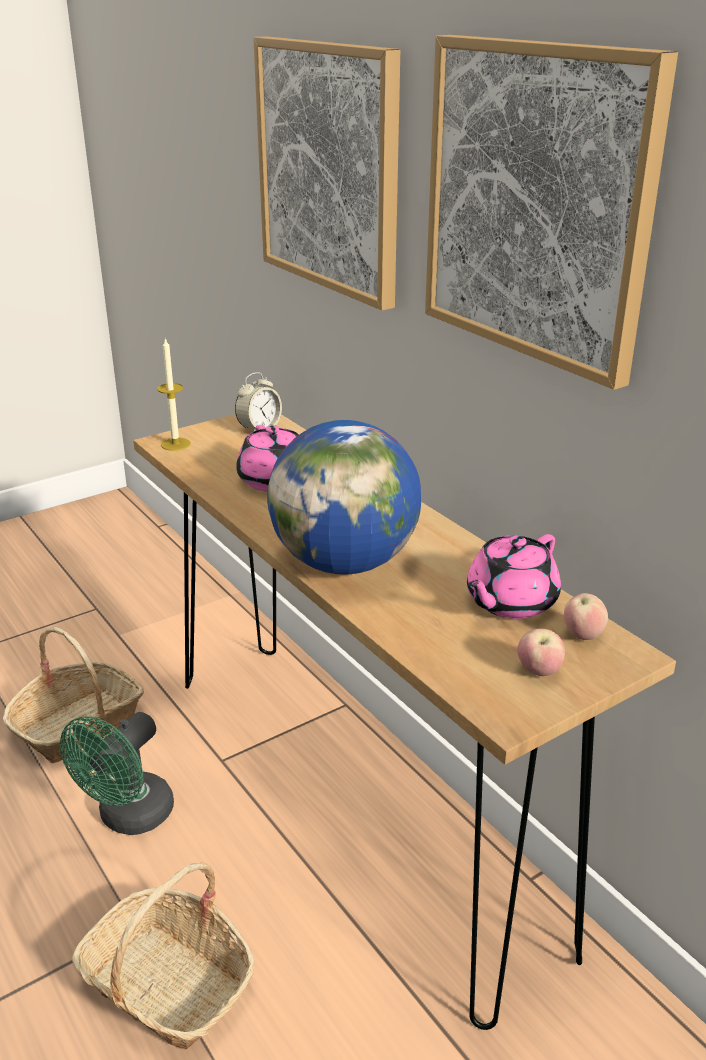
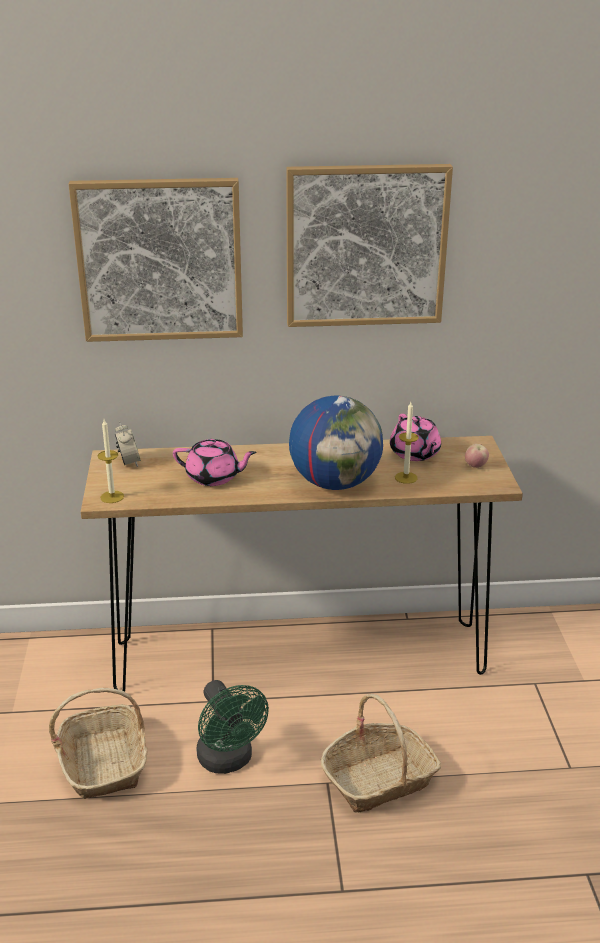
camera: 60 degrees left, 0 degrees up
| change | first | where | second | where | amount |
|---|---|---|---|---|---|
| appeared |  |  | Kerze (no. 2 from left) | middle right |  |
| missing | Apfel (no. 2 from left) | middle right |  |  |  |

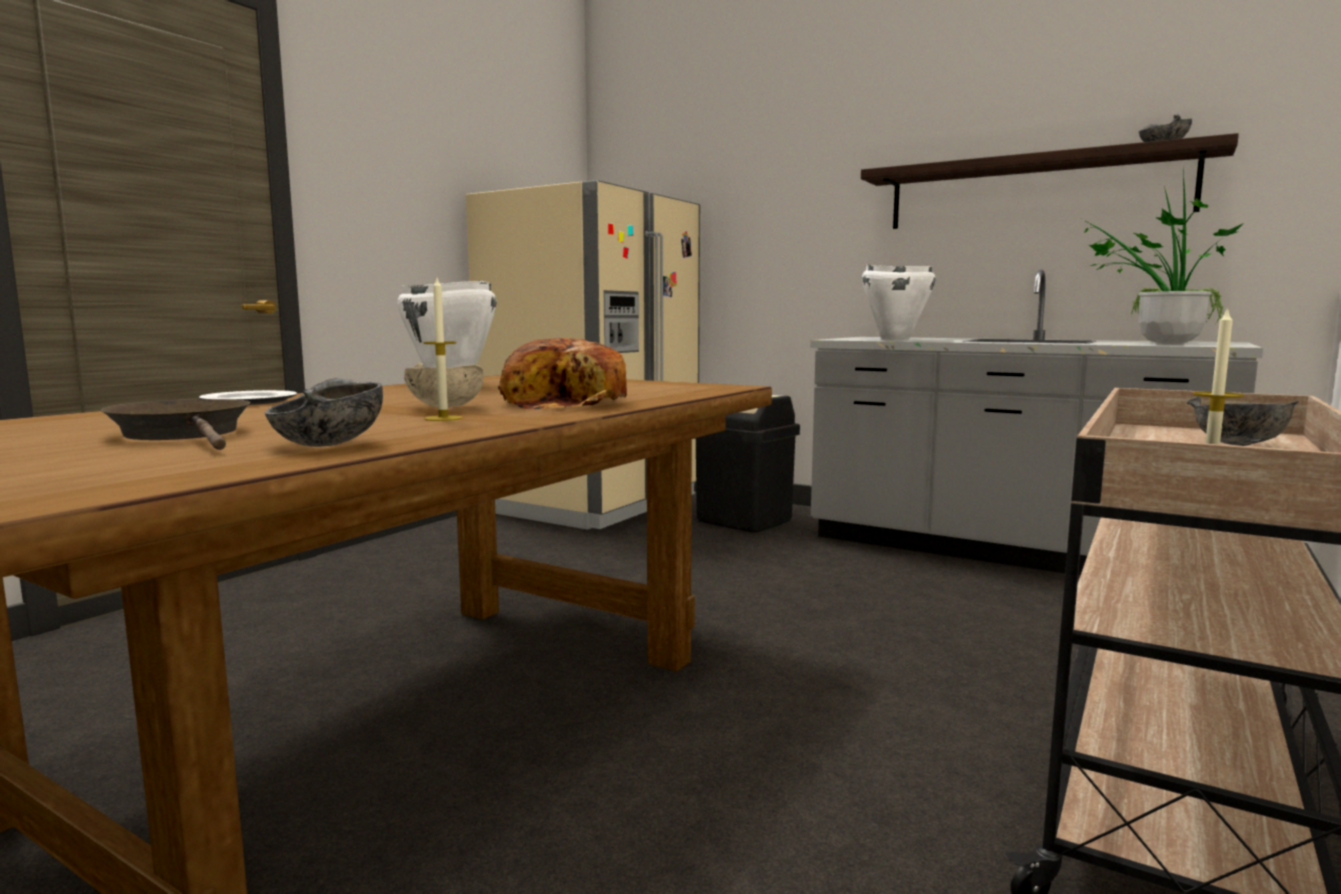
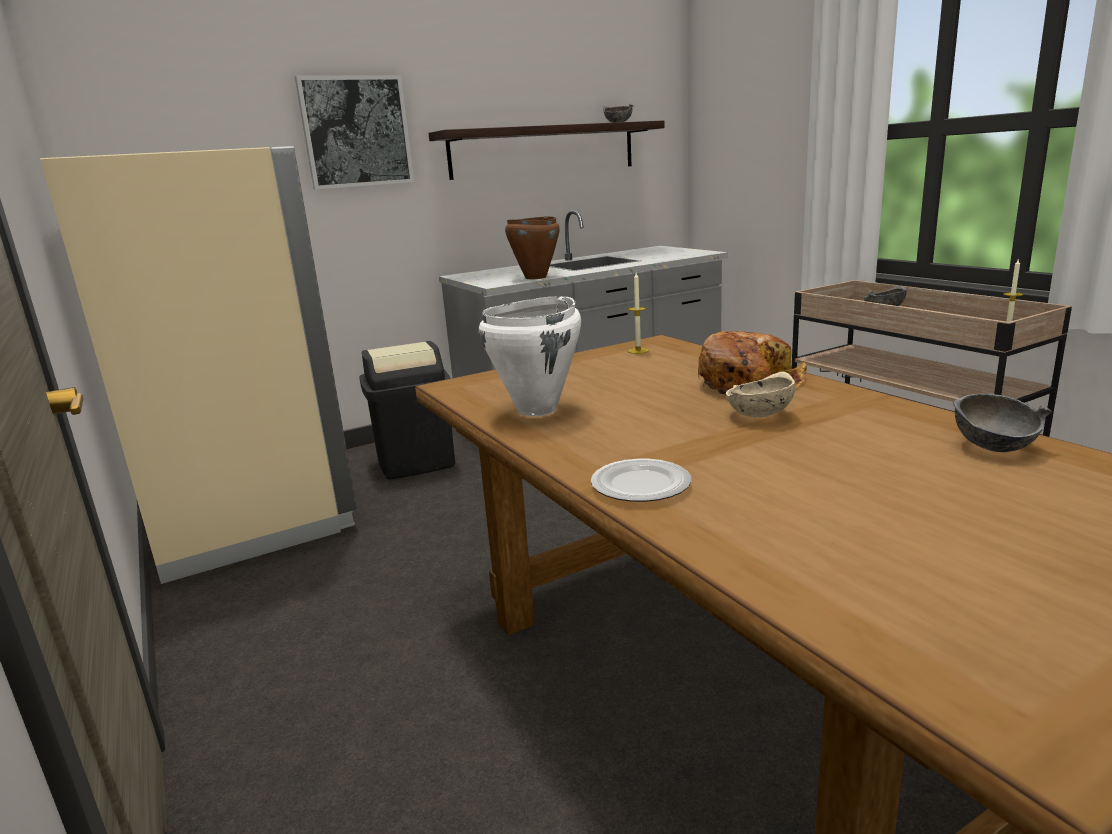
camera: 60 degrees left, 10 degrees up
| change | first | where | second | where | amount |
|---|---|---|---|---|---|
| appeared |  |  | Bild | top left |  |
| colour | Kochtopf/weiß (no. 2 from left) | middle right | Kochtopf/braun | top centre |  |
| relocated | Kerze (no. 1 from left) | middle left |  | centre |  |
| missing | Pfanne/braun | middle left |  |  |  |
| missing | Topfpflanze | top right |  |  |  |

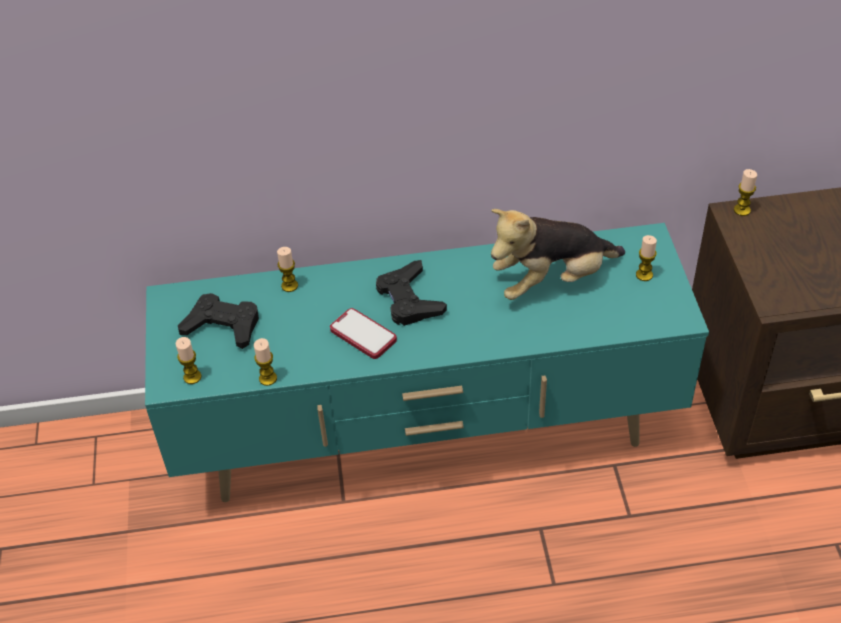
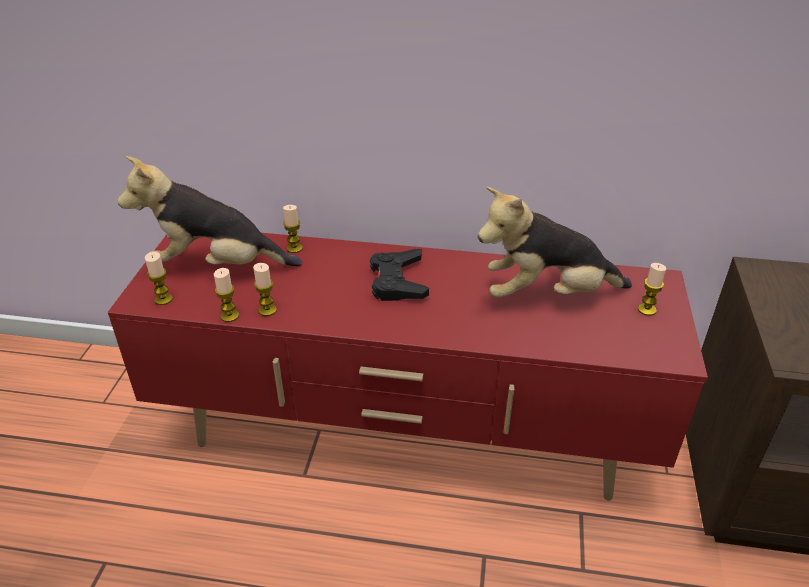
camera: 15 degrees right, 10 degrees down
| change | first | where | second | where | amount |
|---|---|---|---|---|---|
| colour | Fernsehschrank/türkis | centre | Fernsehschrank/rot | centre |  |
| exchanged | Gamepad/schwarz (no. 1 from left) | middle left | Plüschtier (no. 1 from left) | middle left |  |
| relocated | Kerze (no. 5 from left in the first image) | top right | Kerze (no. 3 from left) | middle left |  |
| missing | Handy | centre |  |  |  |

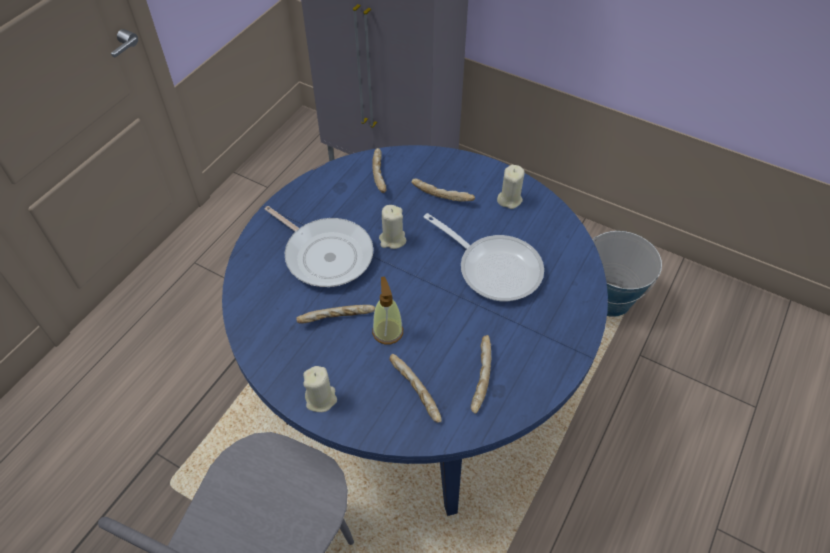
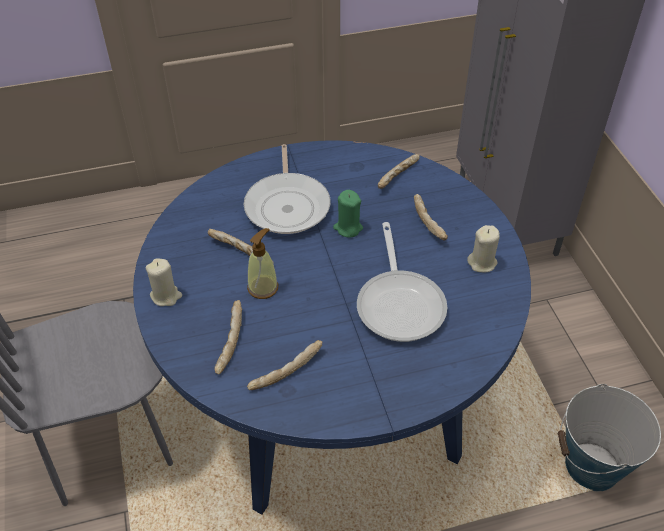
camera: 45 degrees right, 5 degrees down
| change | first | where | second | where | amount |
|---|---|---|---|---|---|
| colour | Kerze/beige (no. 2 from left) | centre | Kerze/grün | centre |  |

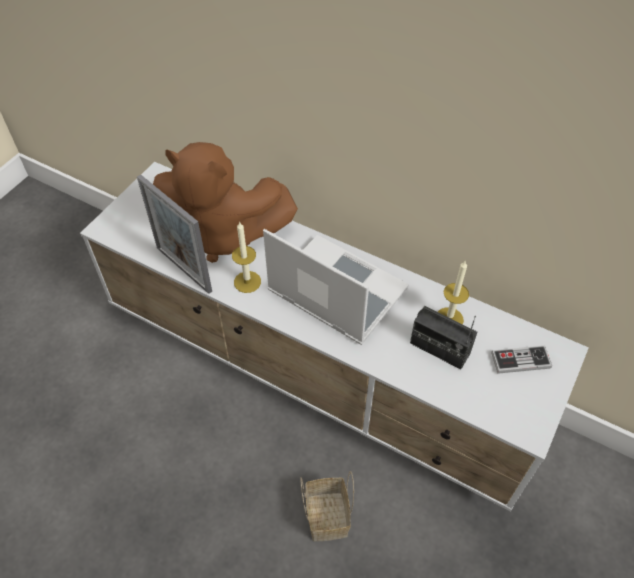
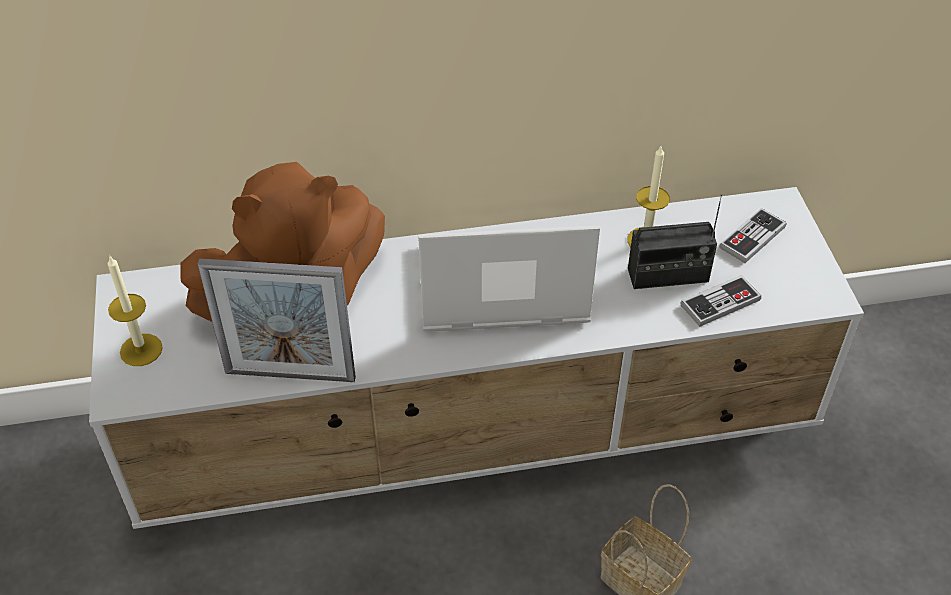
camera: 40 degrees left, 5 degrees down
| change | first | where | second | where | amount |
|---|---|---|---|---|---|
| relocated | Kerze (no. 1 from left) | centre |  | middle left |  |
| appeared |  |  | Gamepad (no. 1 from left) | middle right |  |

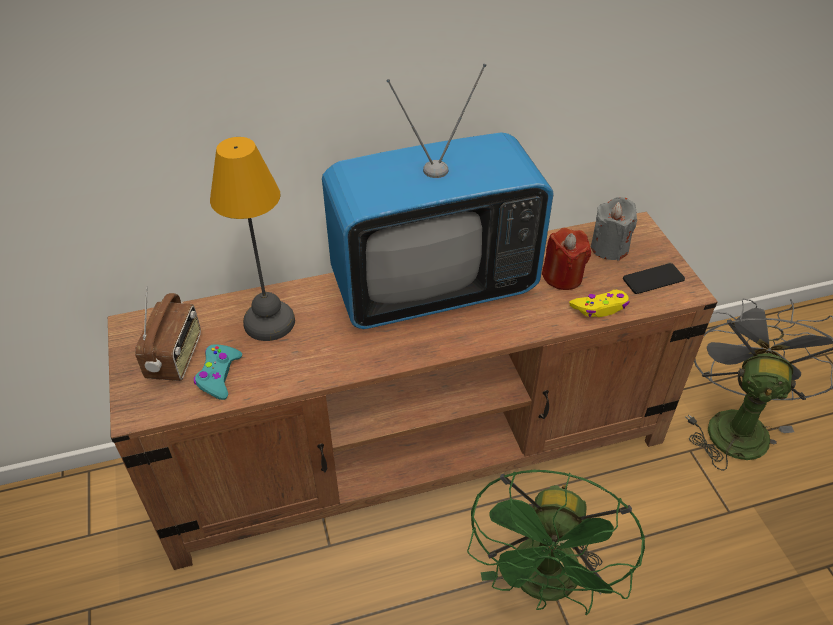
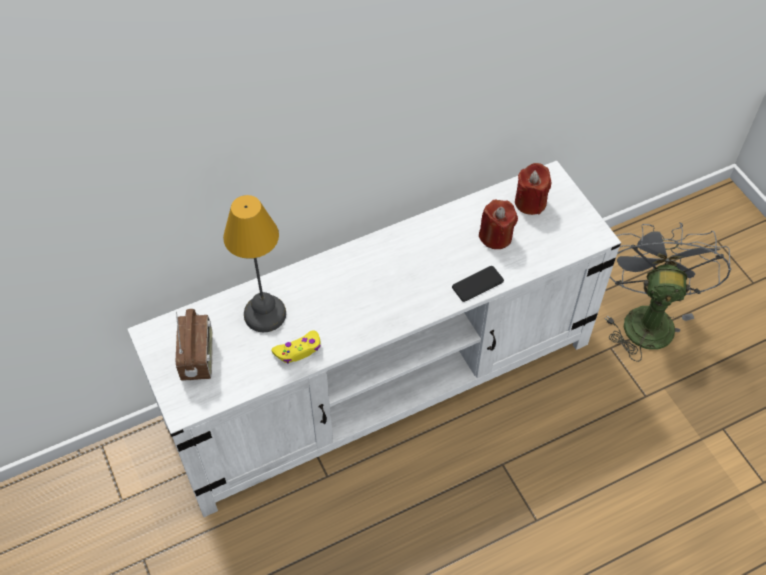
camera: 10 degrees left, 10 degrees up
| change | first | where | second | where | amount |
|---|---|---|---|---|---|
| colour | Fernsehschrank/braun | centre | Fernsehschrank/weiß | centre |  |
| relocated | Gamepad/gelb | middle right |  | centre |  |
| relocated | Handy | middle right |  | centre |  |
| colour | Kerze/grau | middle right | Kerze/rot (no. 2 from left) | top right |  |
| missing | Gamepad/türkis | middle left |  |  |  |
| missing | Fernseher | top centre |  |  |  |
| missing | Ventilator/grün | bottom right |  |  |  |

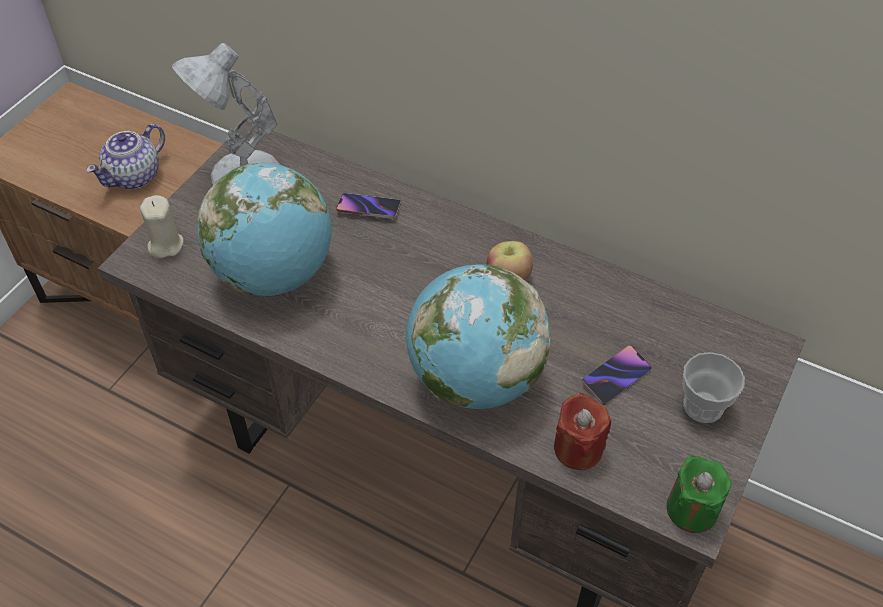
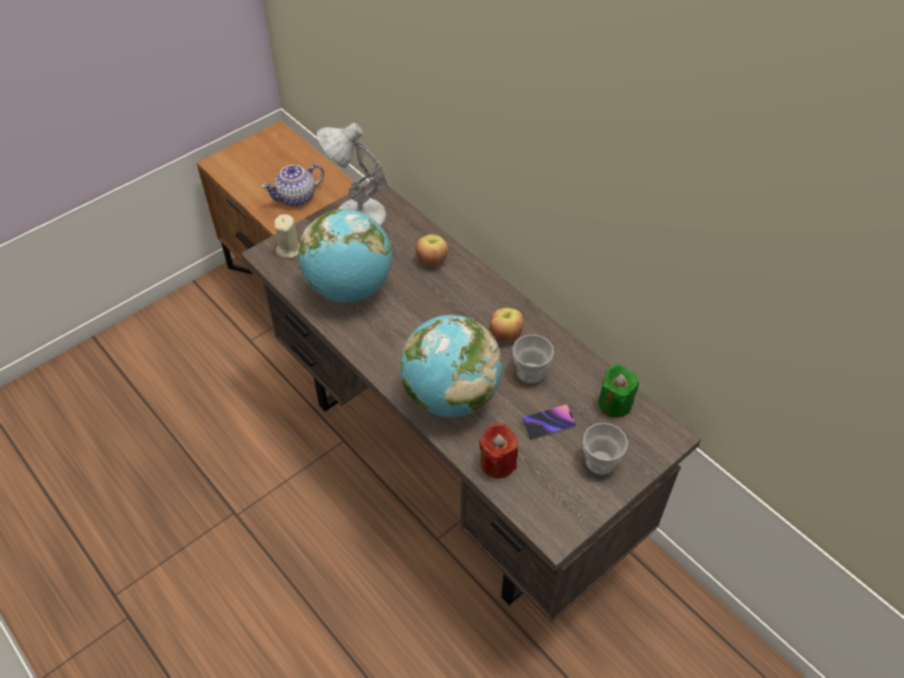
camera: 20 degrees right, 0 degrees up
| change | first | where | second | where | amount |
|---|---|---|---|---|---|
| exchanged | Handy (no. 1 from left) | centre | Apfel (no. 1 from left) | centre |  |
| appeared |  |  | Tasse (no. 1 from left) | centre |  |
| relocated | Kerze/grün | bottom right |  | middle right |  |

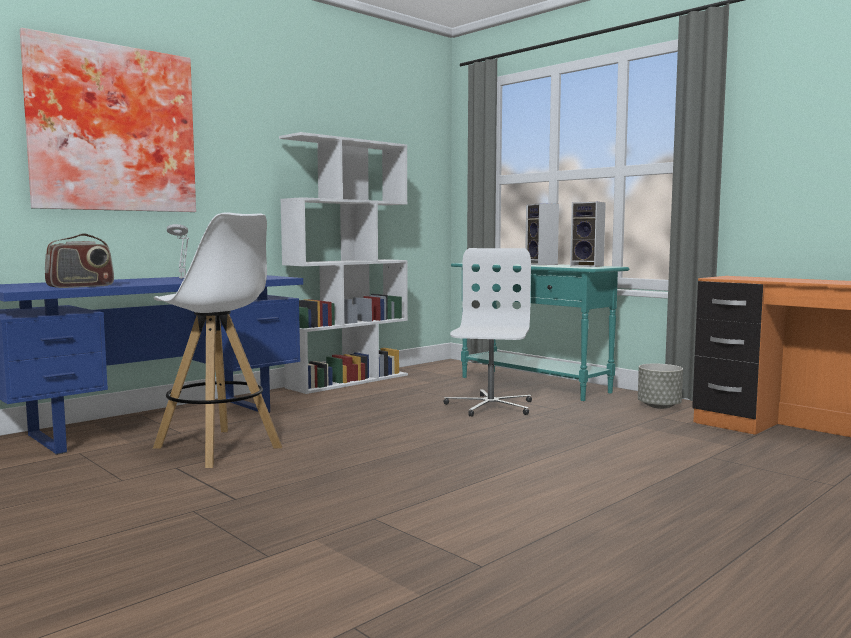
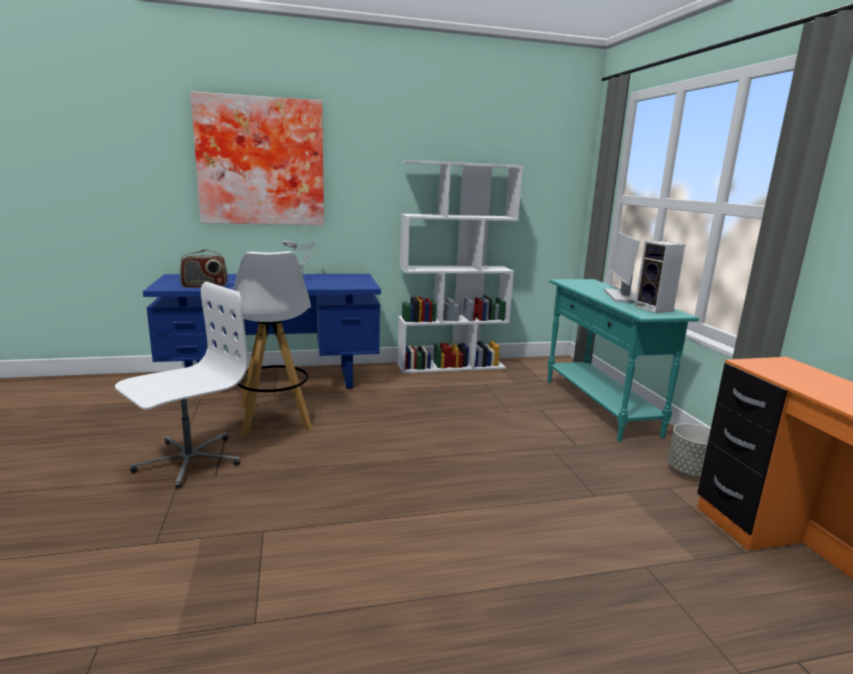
camera: 30 degrees right, 10 degrees up
| change | first | where | second | where | amount |
|---|---|---|---|---|---|
| relocated | Bürostuhl/weiß | centre |  | middle left |  |
| exchanged | Lautsprecher (no. 1 from left) | centre | Monitor | middle right |  |

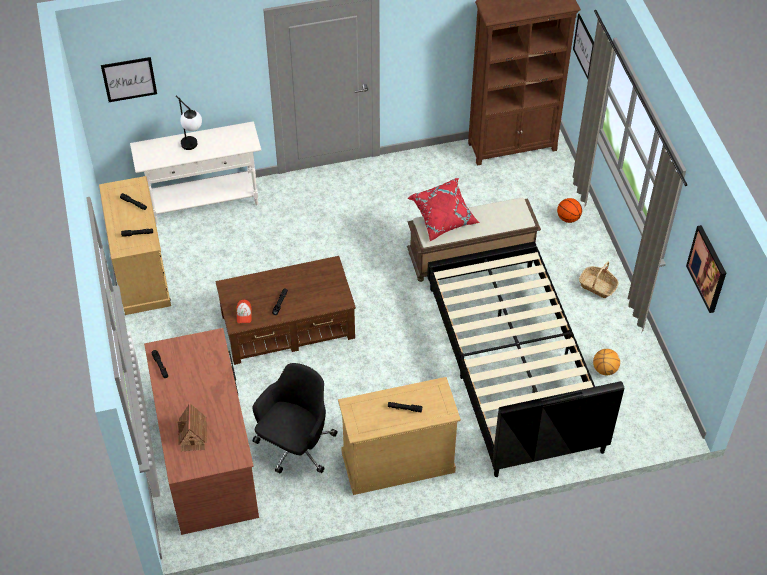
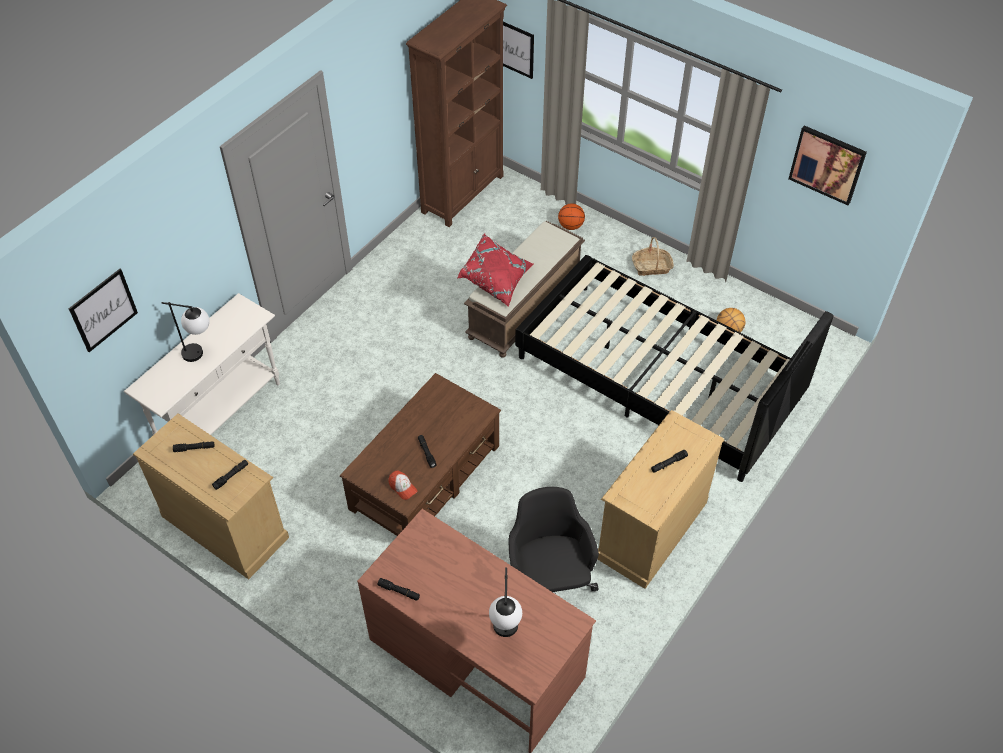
camera: 40 degrees left, 0 degrees up
| change | first | where | second | where | amount |
|---|---|---|---|---|---|
| exchanged | Spielzeughaus | bottom left | Tischlampe (no. 2 from left) | bottom centre |  |

